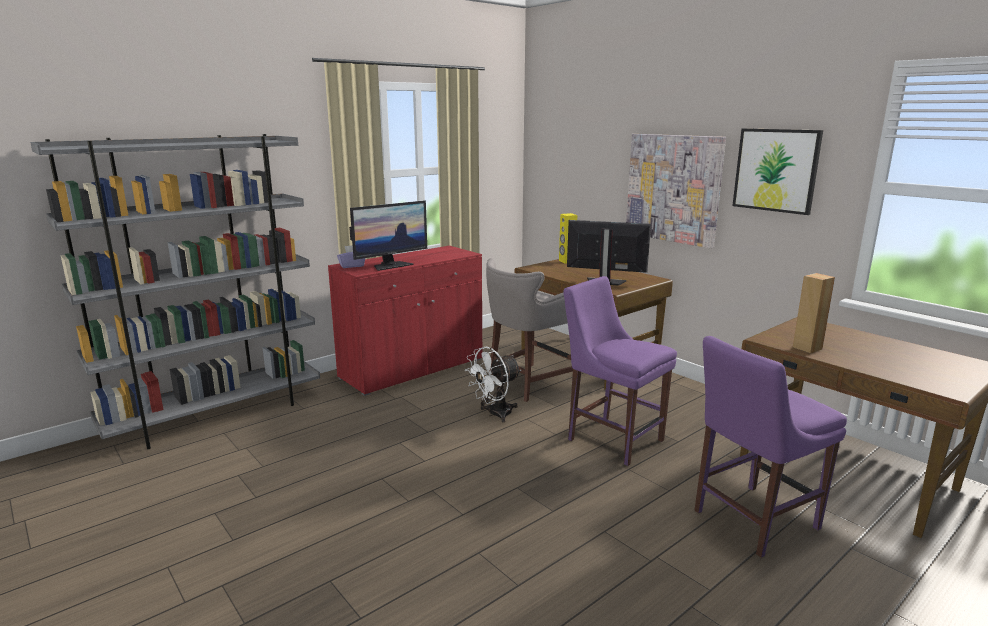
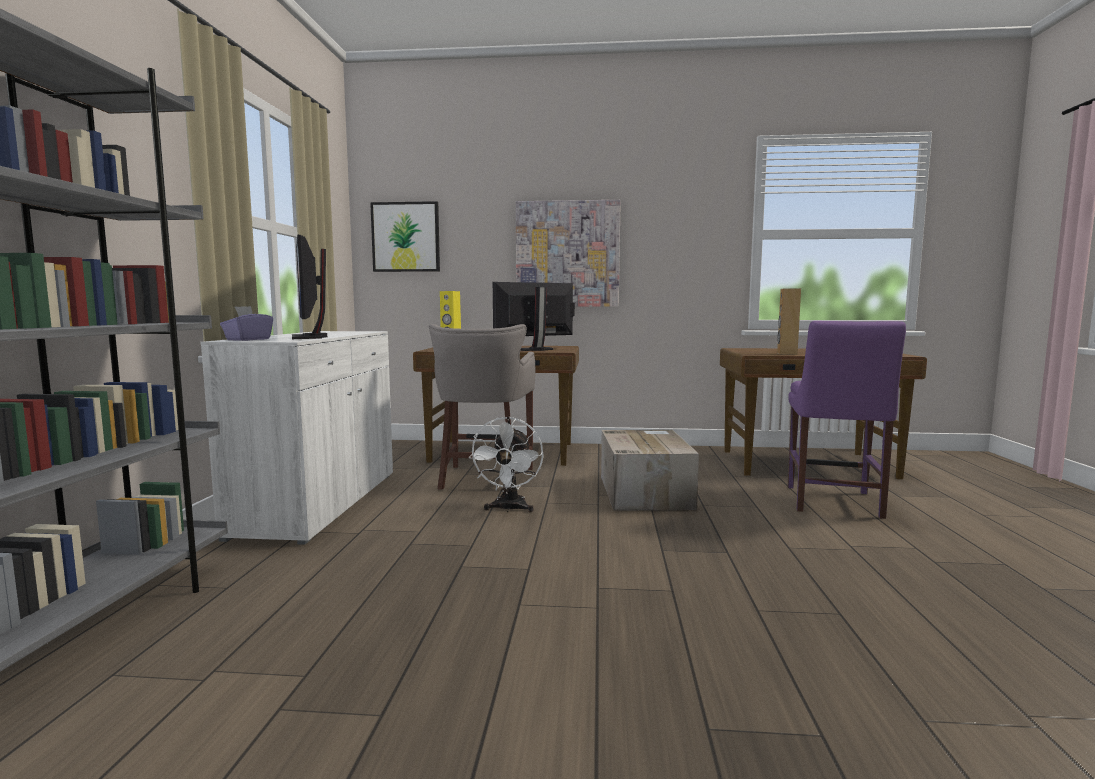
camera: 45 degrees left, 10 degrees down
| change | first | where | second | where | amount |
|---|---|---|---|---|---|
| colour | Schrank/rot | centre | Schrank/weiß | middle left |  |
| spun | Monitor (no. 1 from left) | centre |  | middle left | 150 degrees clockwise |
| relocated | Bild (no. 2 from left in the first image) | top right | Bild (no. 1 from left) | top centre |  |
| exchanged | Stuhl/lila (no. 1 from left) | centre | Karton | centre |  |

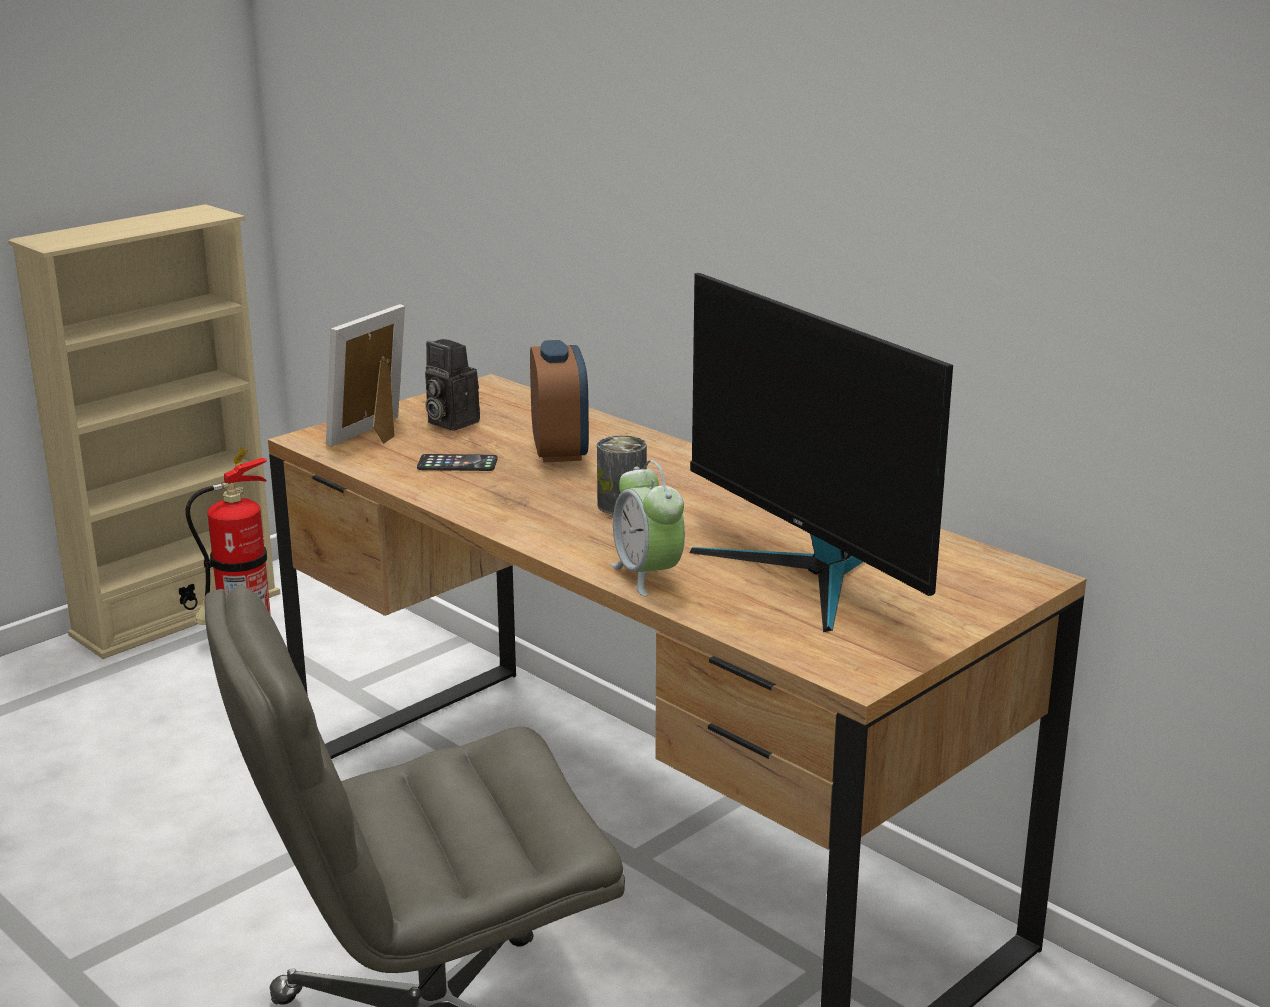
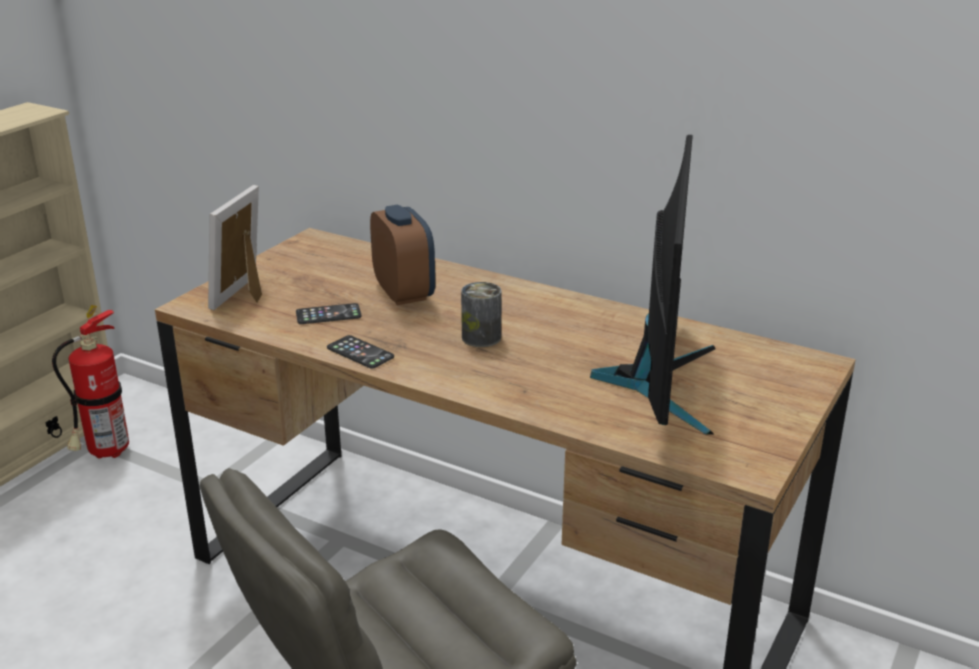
camera: 15 degrees left, 5 degrees up
| change | first | where | second | where | amount |
|---|---|---|---|---|---|
| appeared |  |  | Handy (no. 2 from left) | centre |  |
| spun | Monitor | centre |  | centre | 120 degrees counterclockwise |
| missing | Kamera | centre |  |  |  |
| missing | Wecker (no. 2 from left) | centre |  |  |  |

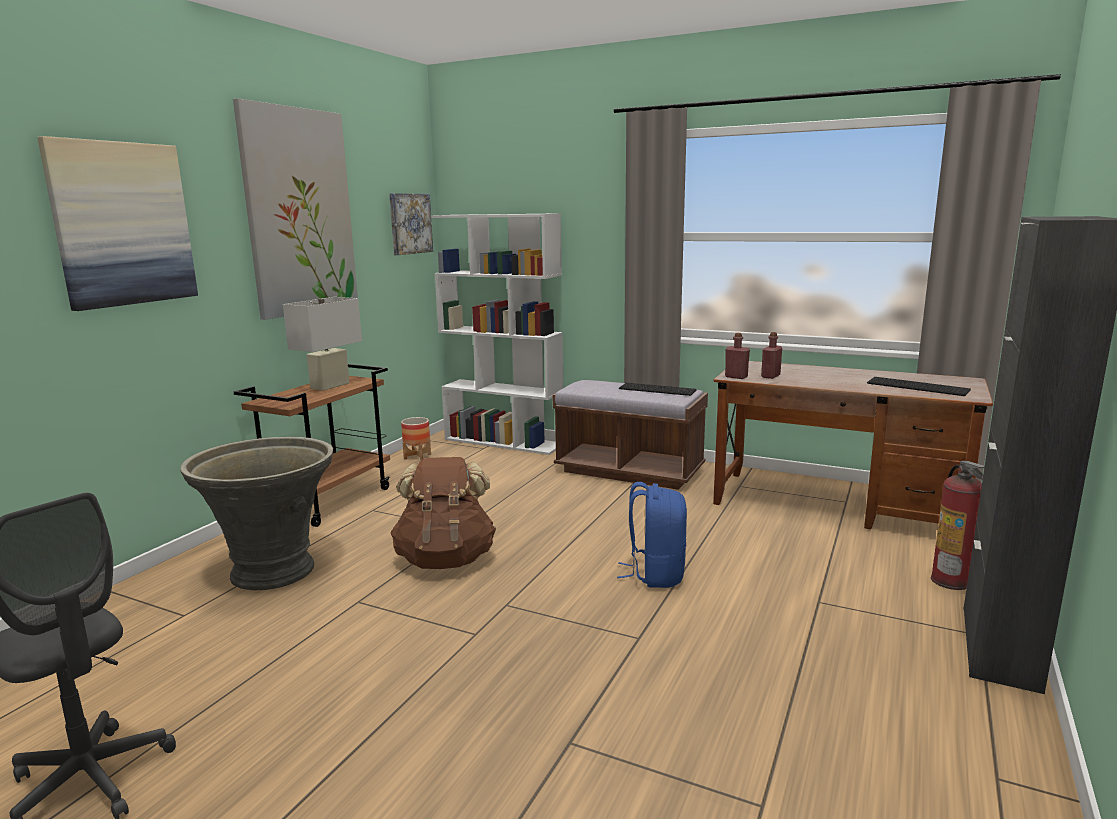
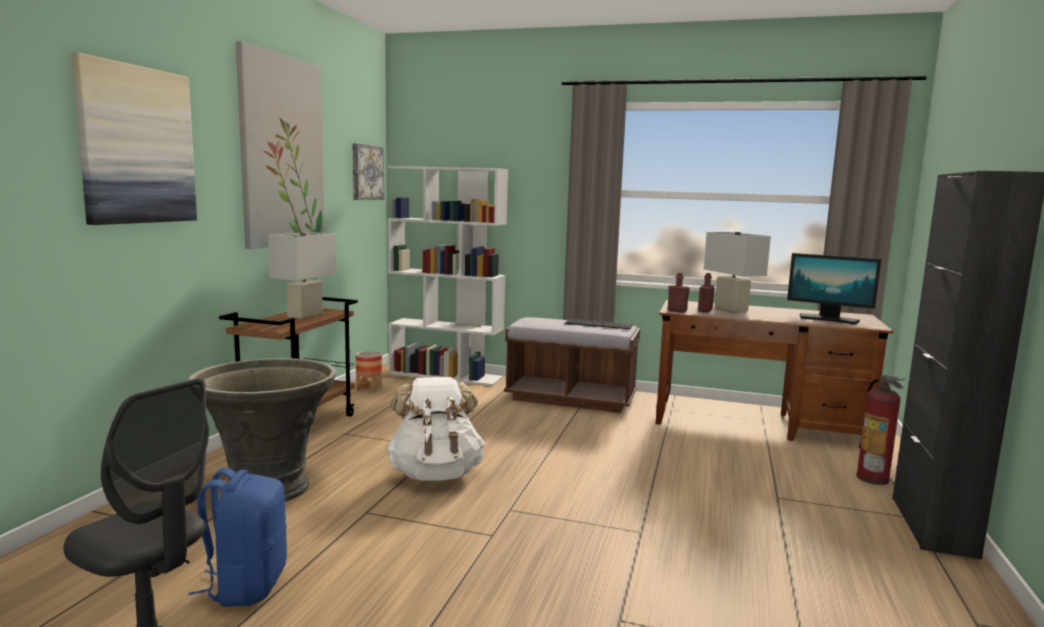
camera: 10 degrees left, 5 degrees down
| change | first | where | second | where | amount |
|---|---|---|---|---|---|
| relocated | Rucksack/blau | centre |  | bottom left |  |
| colour | Rucksack/braun | centre | Rucksack/weiß | bottom centre |  |
| appeared |  |  | Tischlampe/weiß (no. 2 from left) | middle right |  |
| exchanged | Tastatur (no. 2 from left) | middle right | Monitor | middle right |  |

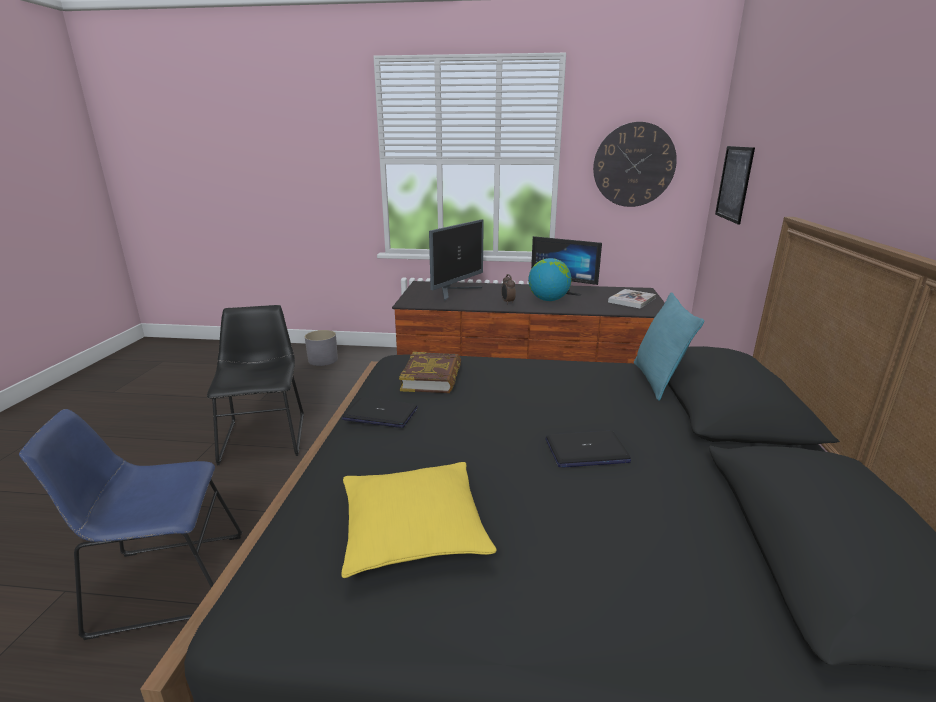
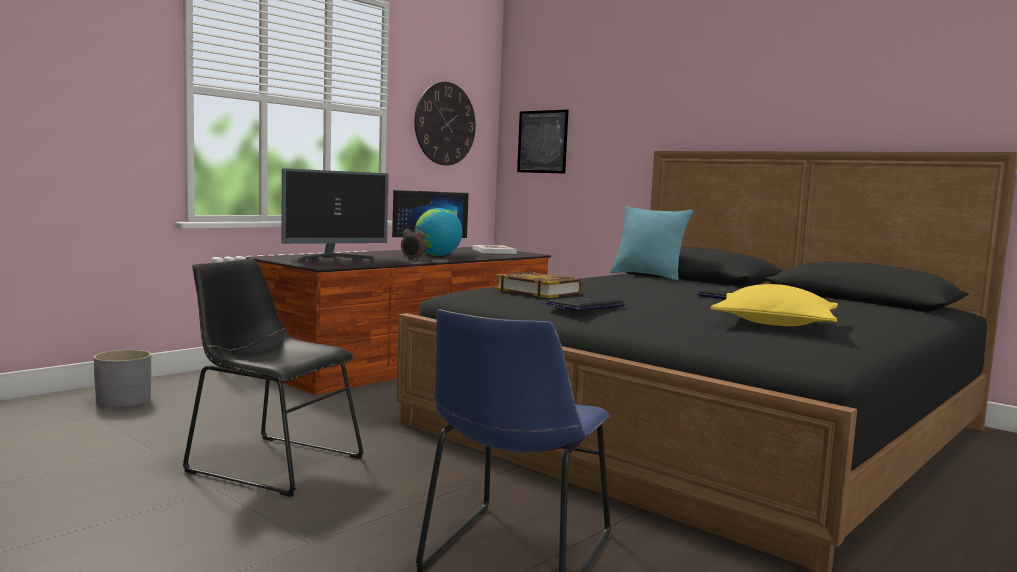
camera: 55 degrees left, 15 degrees down
| change | first | where | second | where | amount |
|---|---|---|---|---|---|
| spun | Monitor (no. 1 from left) | centre |  | middle left | 75 degrees clockwise |

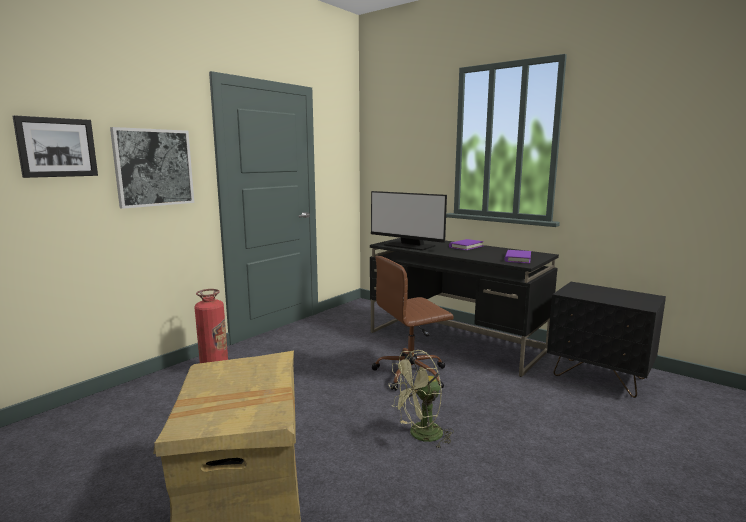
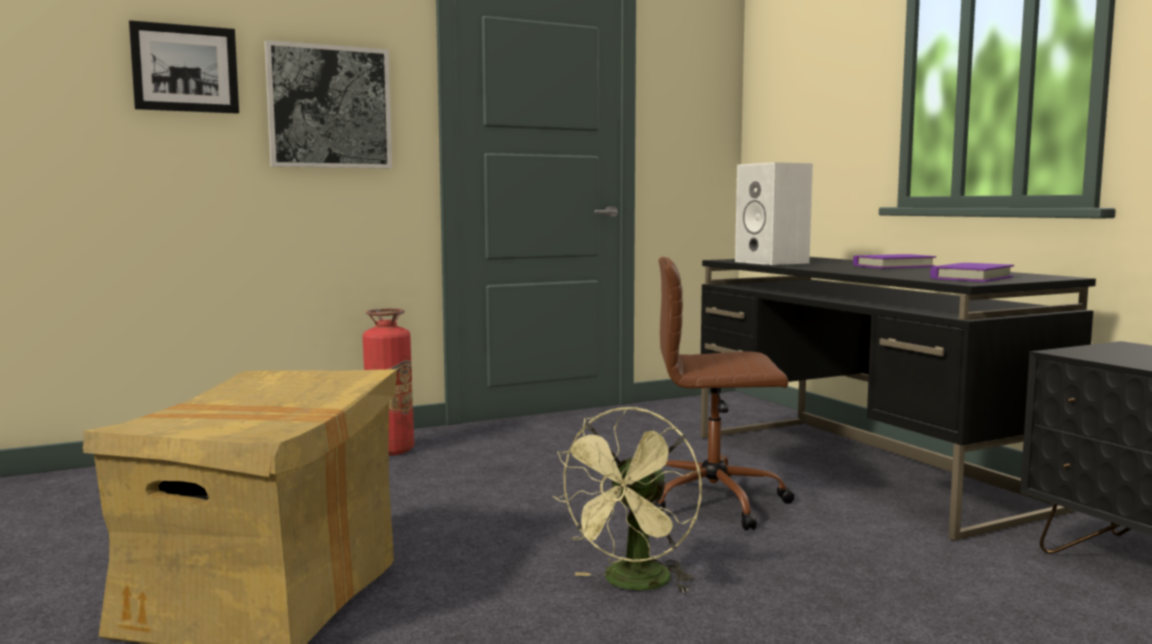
camera: 25 degrees right, 5 degrees down
| change | first | where | second | where | amount |
|---|---|---|---|---|---|
| spun | Ventilator/grün | bottom centre |  | bottom centre | 60 degrees counterclockwise |
| exchanged | Monitor | centre | Lautsprecher/weiß | top right |  |

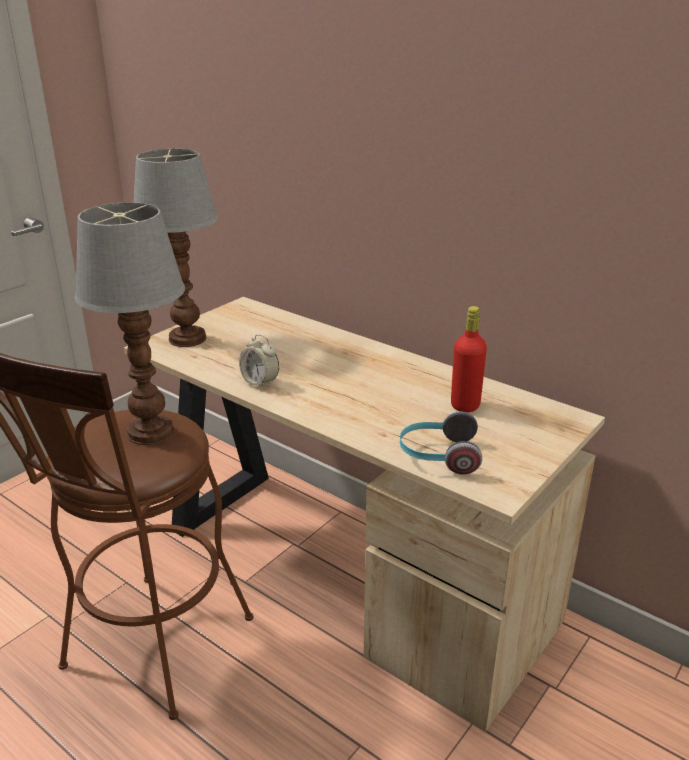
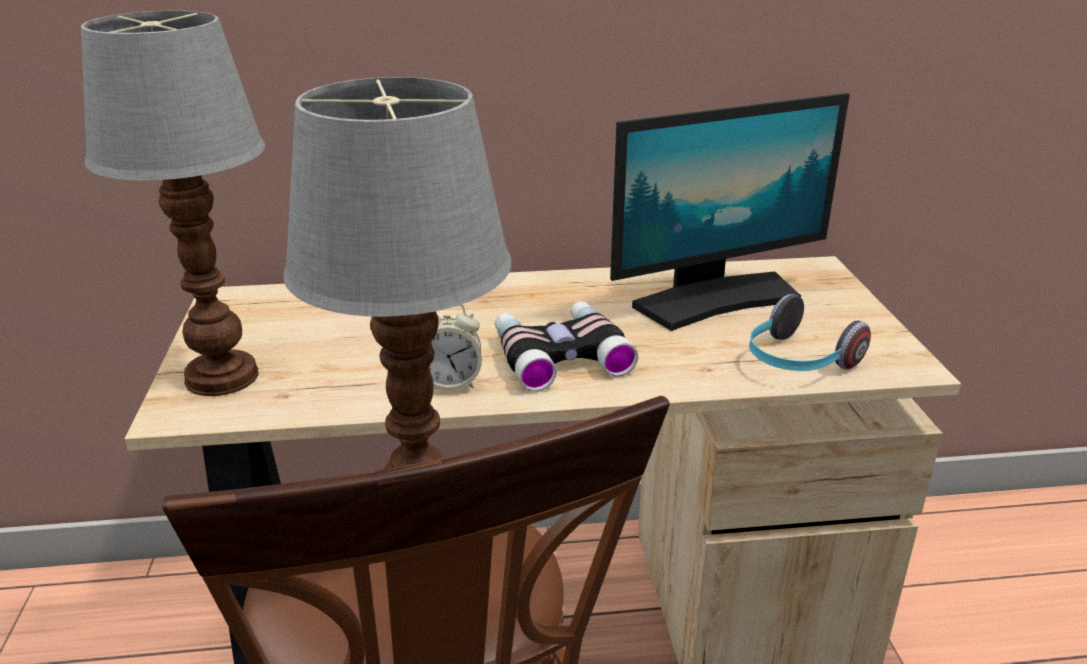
camera: 45 degrees left, 0 degrees up
| change | first | where | second | where | amount |
|---|---|---|---|---|---|
| appeared |  |  | Fernglas | centre |  |
| exchanged | Flasche/rot | middle right | Monitor | top right |  |

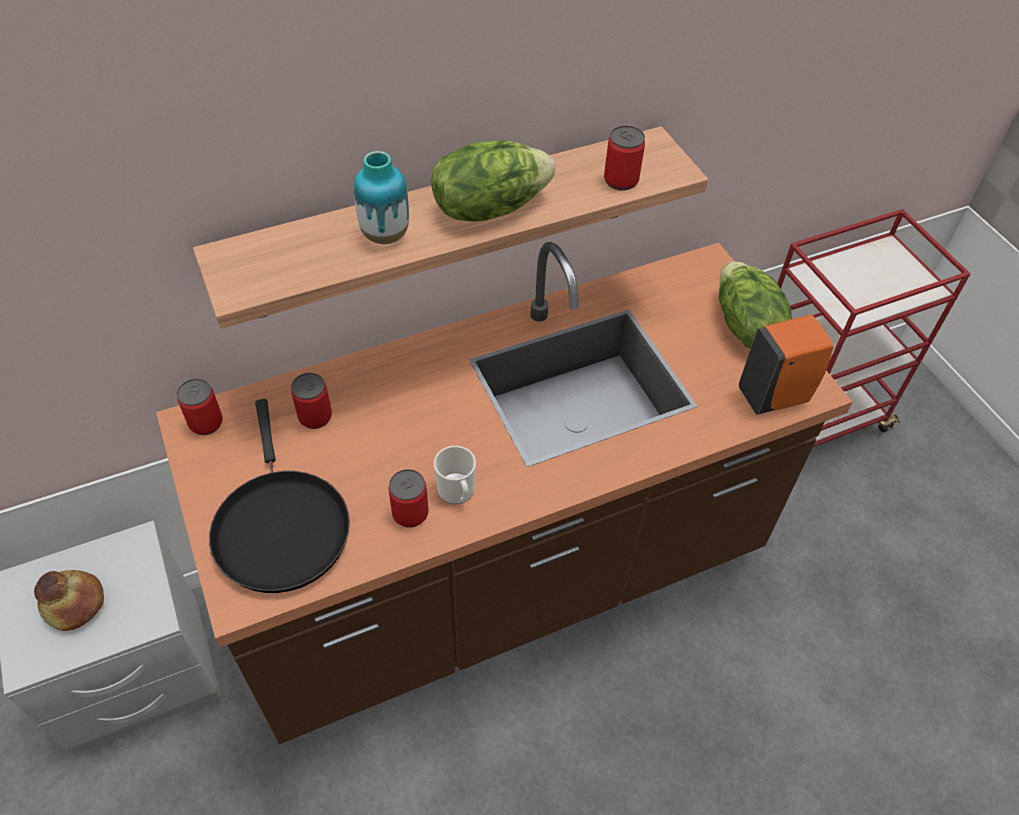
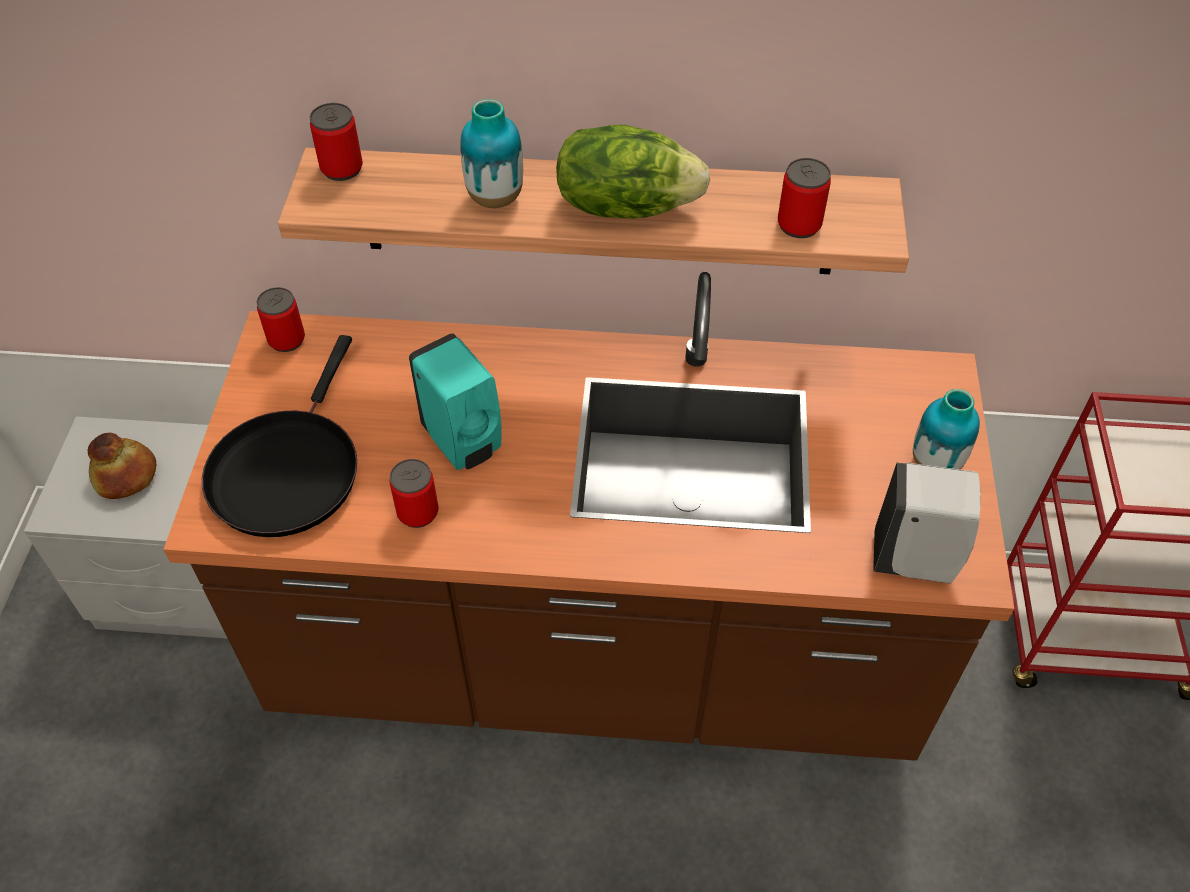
camera: 30 degrees right, 0 degrees up
| change | first | where | second | where | amount |
|---|---|---|---|---|---|
| relocated | Dose (no. 2 from left) | middle left |  | top left |  |
| appeared |  |  | Seifenspender/türkis | centre |  |
| colour | Seifenspender/orange | middle right | Seifenspender/weiß | middle right |  |
| exchanged | Salatkopf (no. 2 from left) | middle right | Vase (no. 2 from left) | middle right |  |
| missing | Henkelbecher | centre |  |  |  |

